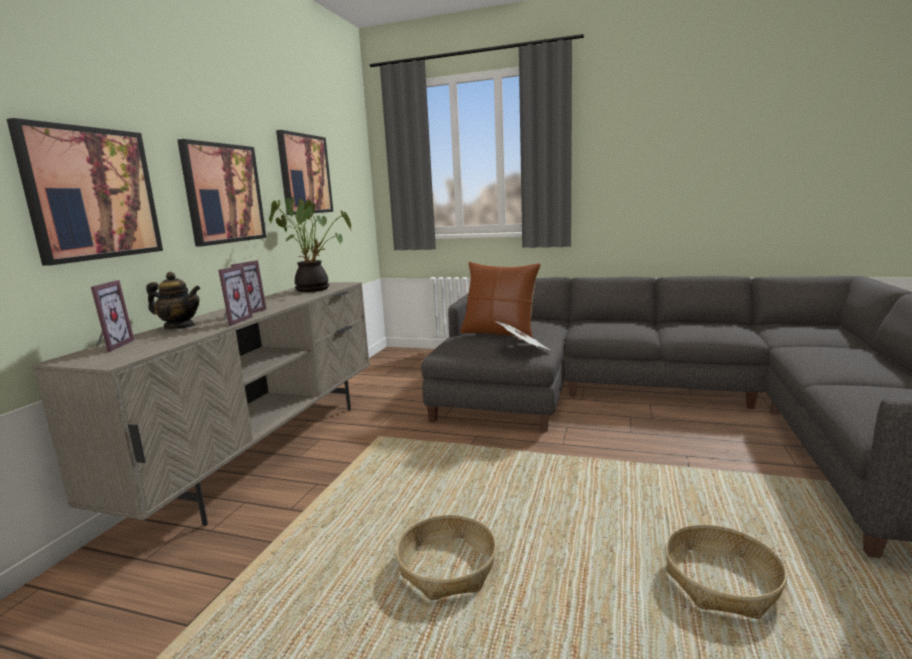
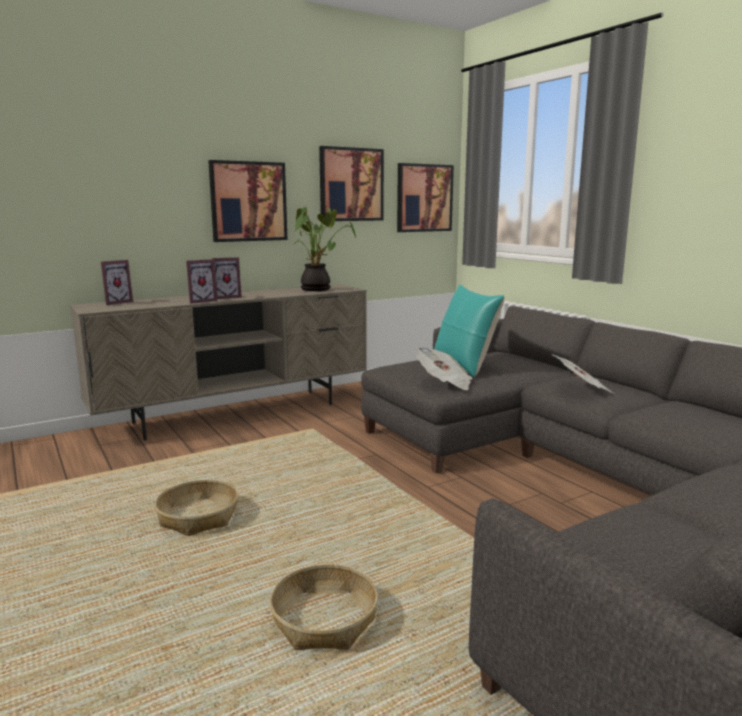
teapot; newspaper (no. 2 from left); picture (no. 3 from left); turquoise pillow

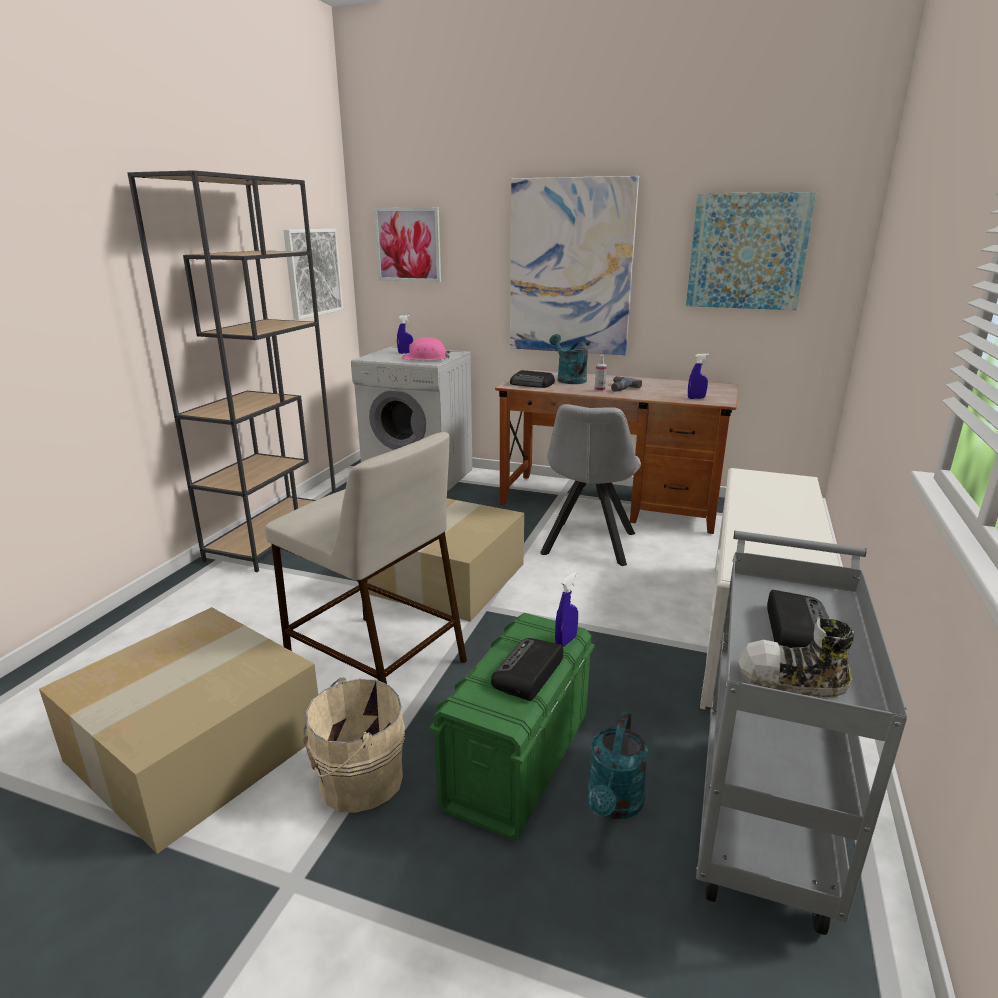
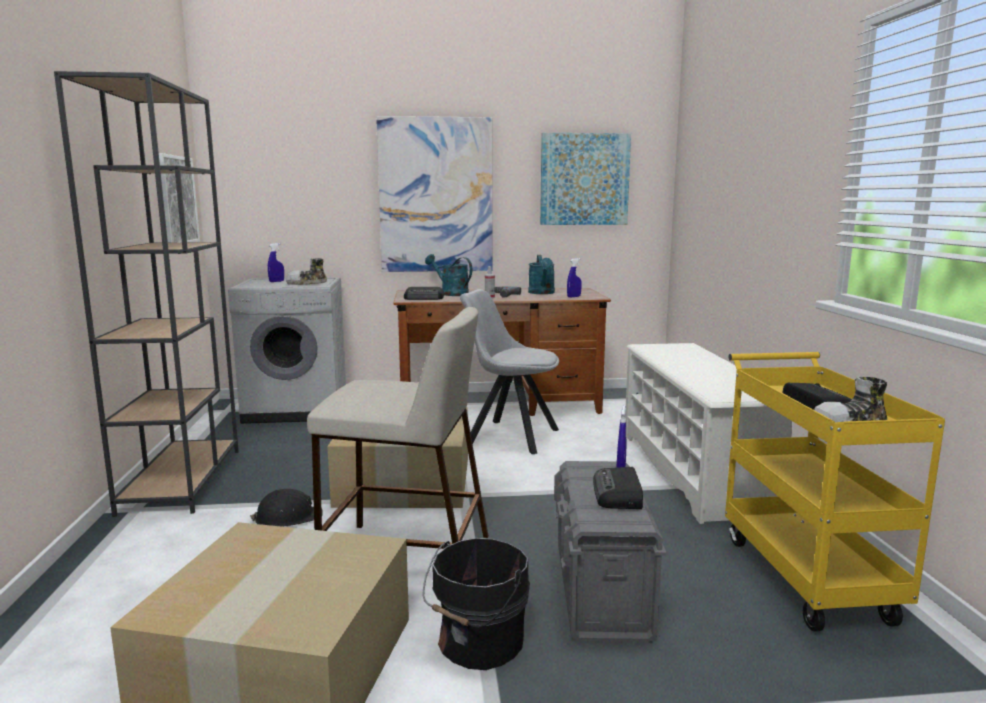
picture (no. 2 from left in the first image); black hard hat; turquoise watering can (no. 2 from left); shoe (no. 1 from left); black bucket; grey storage box; yellow cart; grey chair

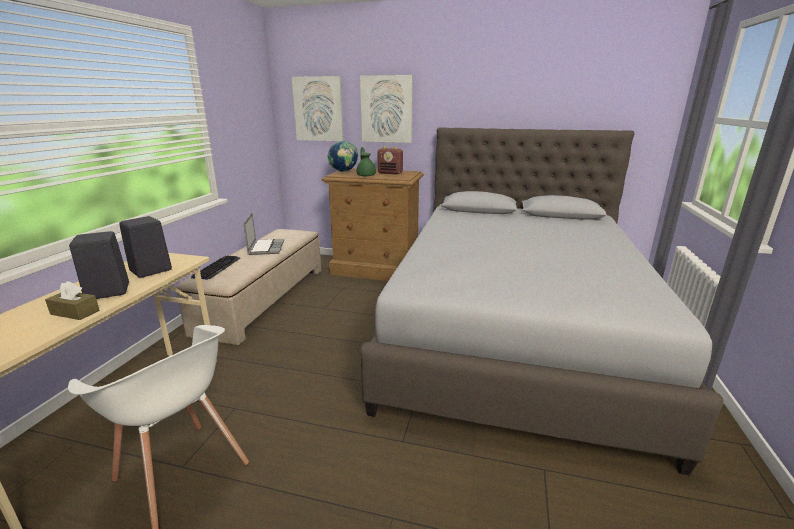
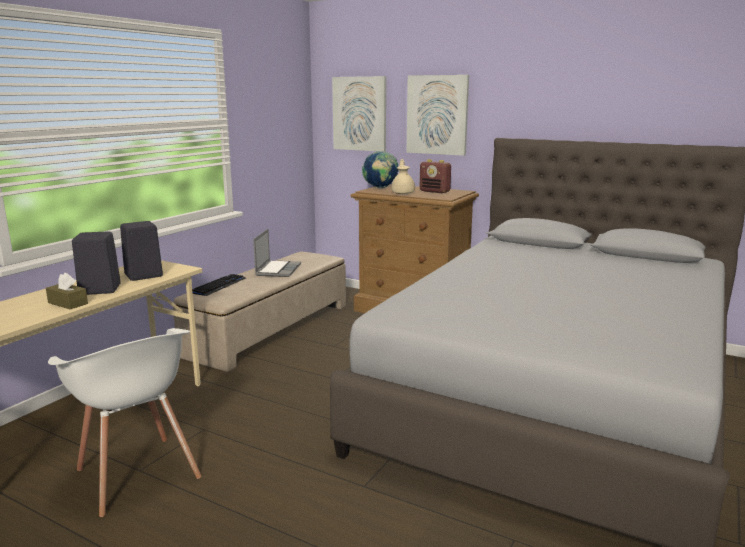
beige teapot

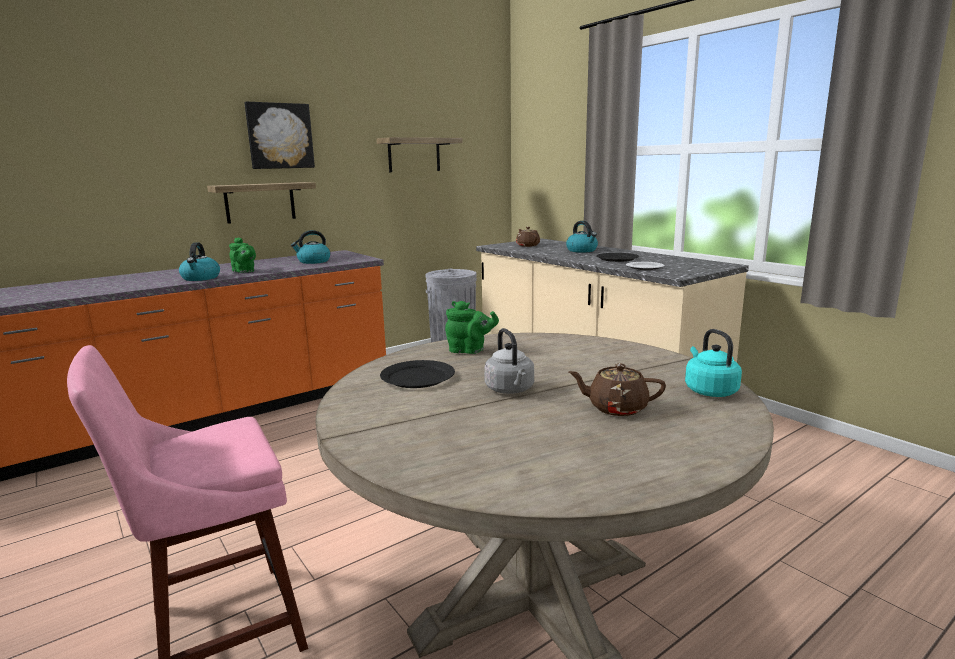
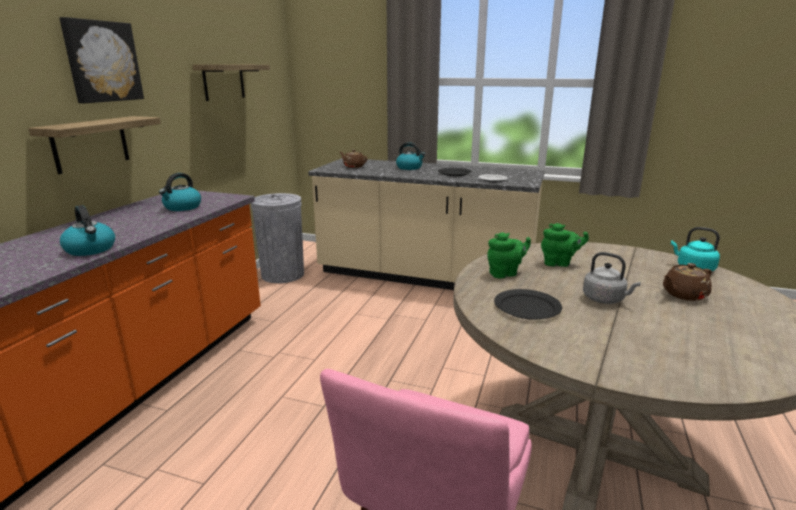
green teapot (no. 2 from left)

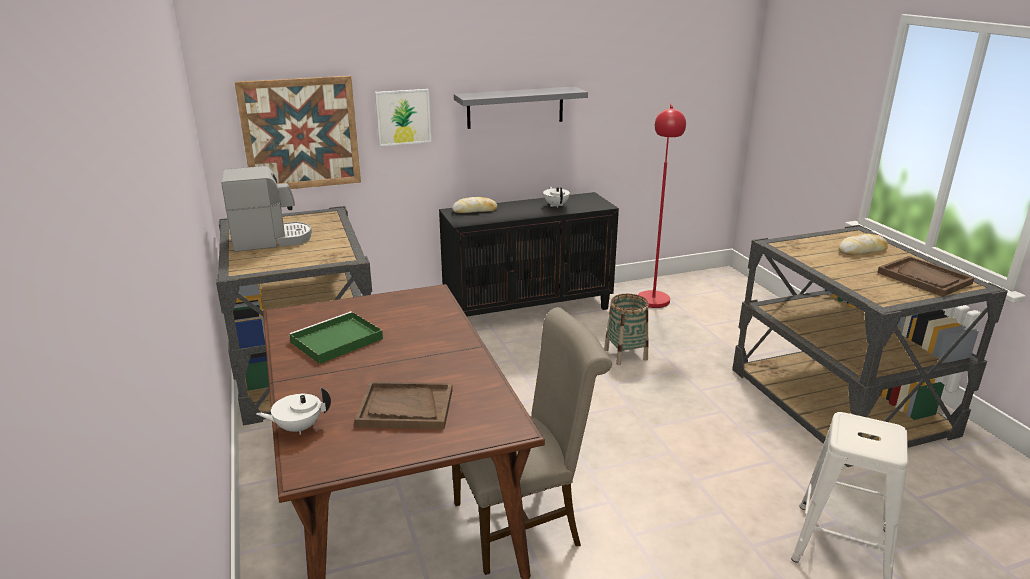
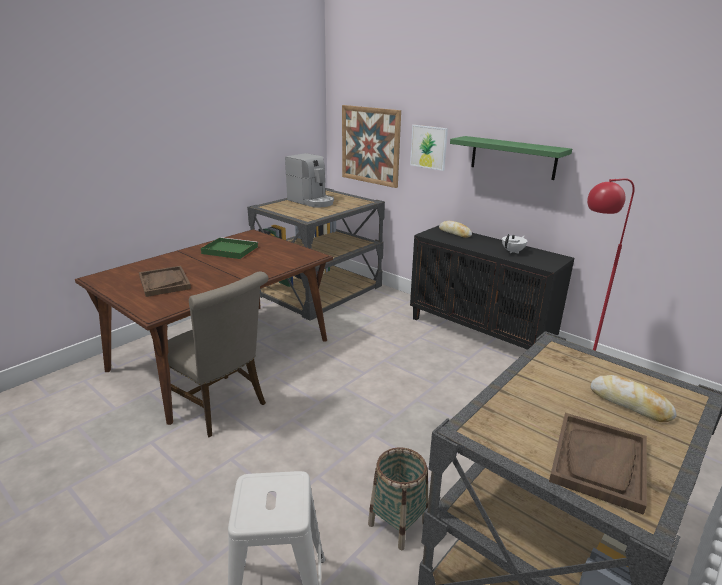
white teapot (no. 1 from left in the first image); basket; green shelf

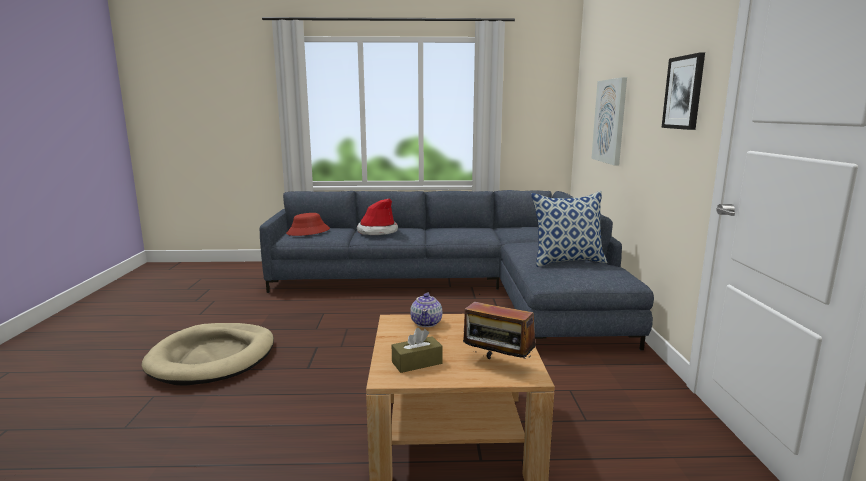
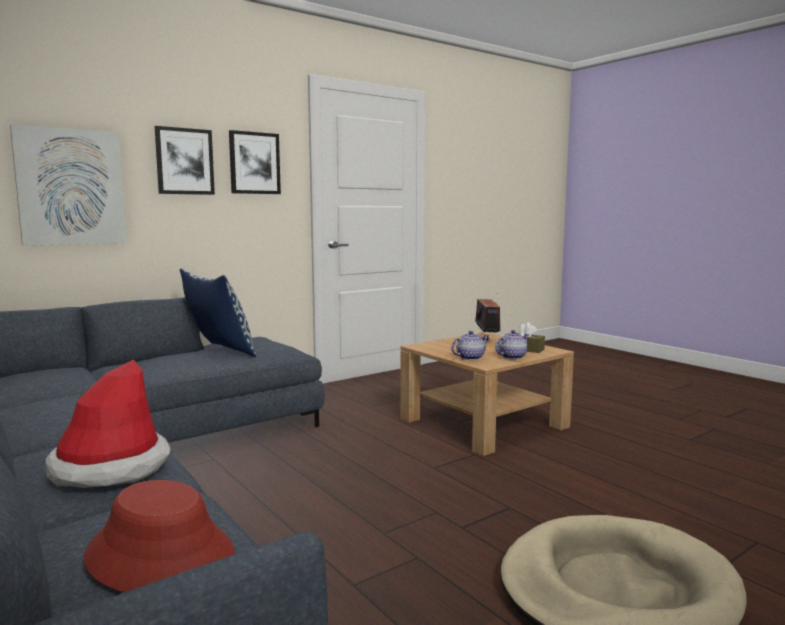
picture (no. 2 from left); teapot (no. 2 from left)

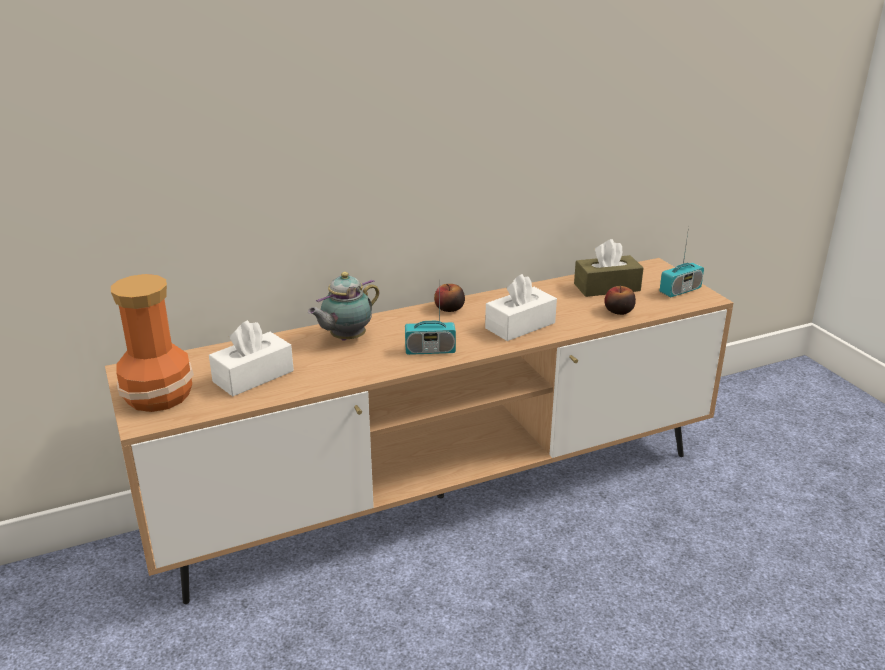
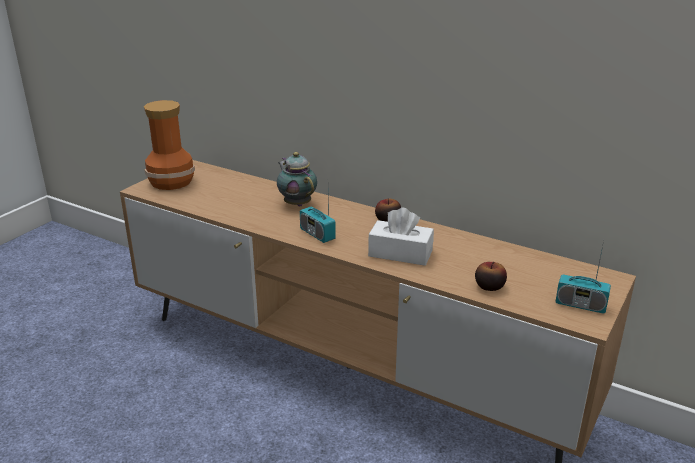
white tissue box (no. 1 from left in the first image); brown tissue box; teapot

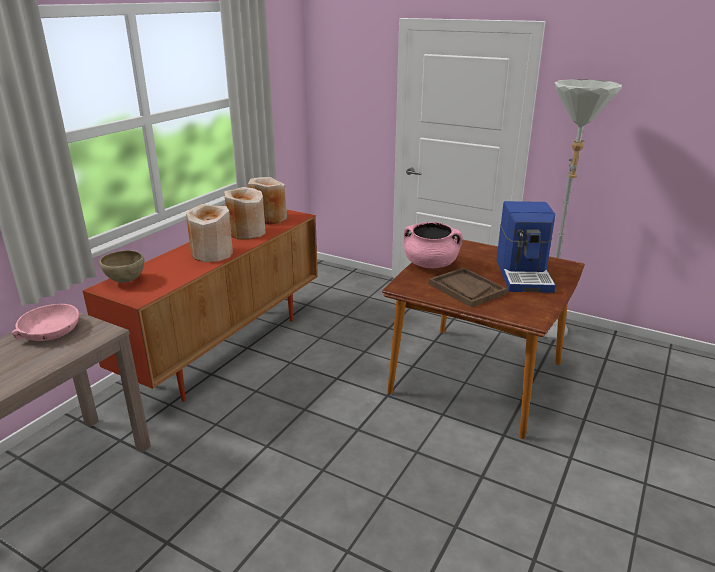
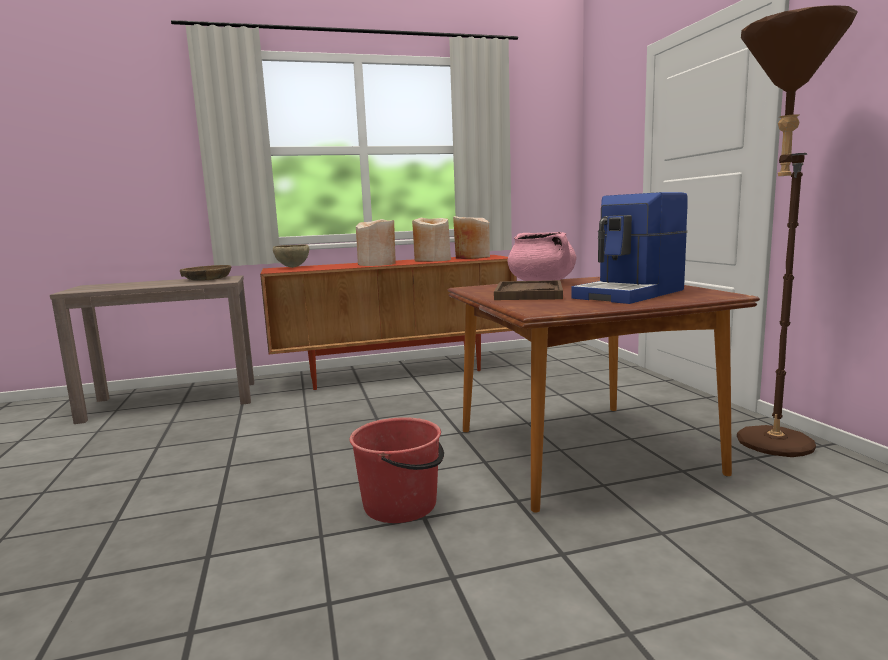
red bucket; brown bowl (no. 1 from left); brown floor lamp

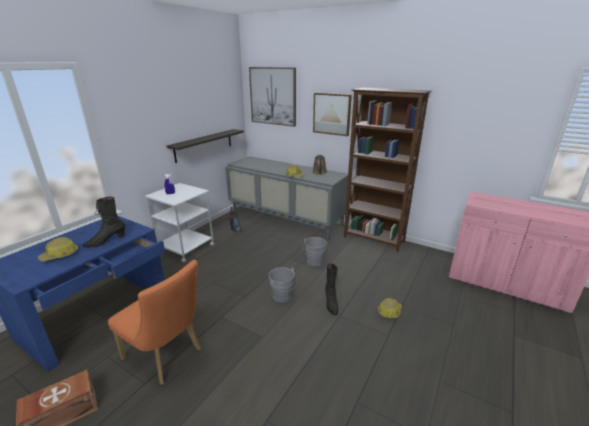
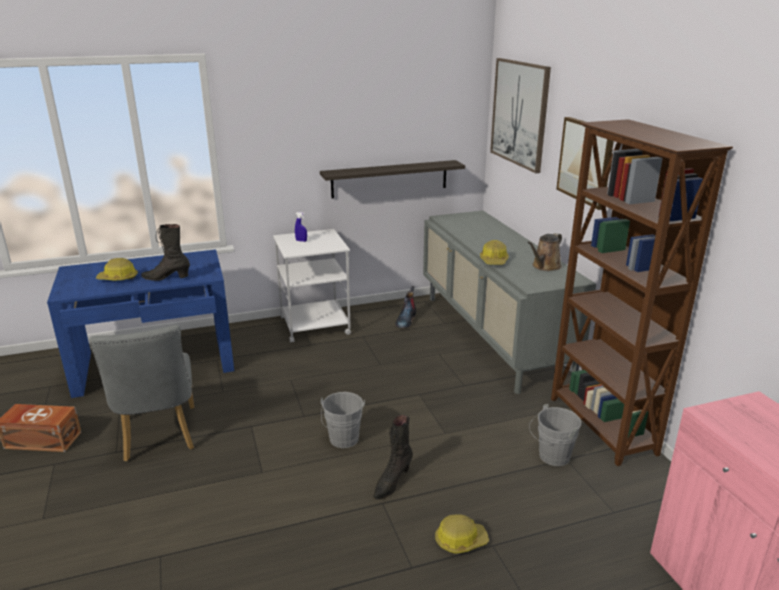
grey bucket (no. 2 from left); grey chair

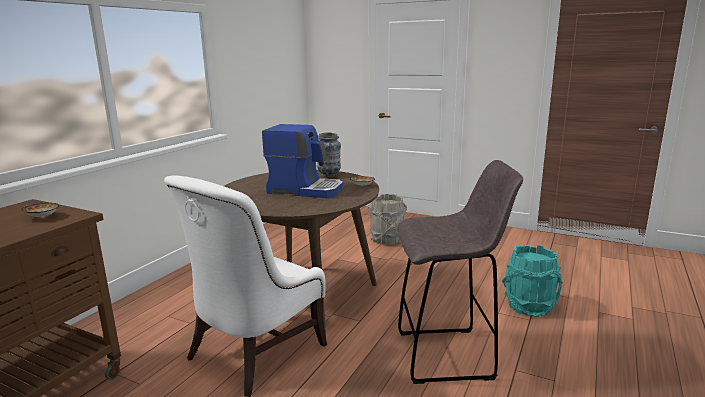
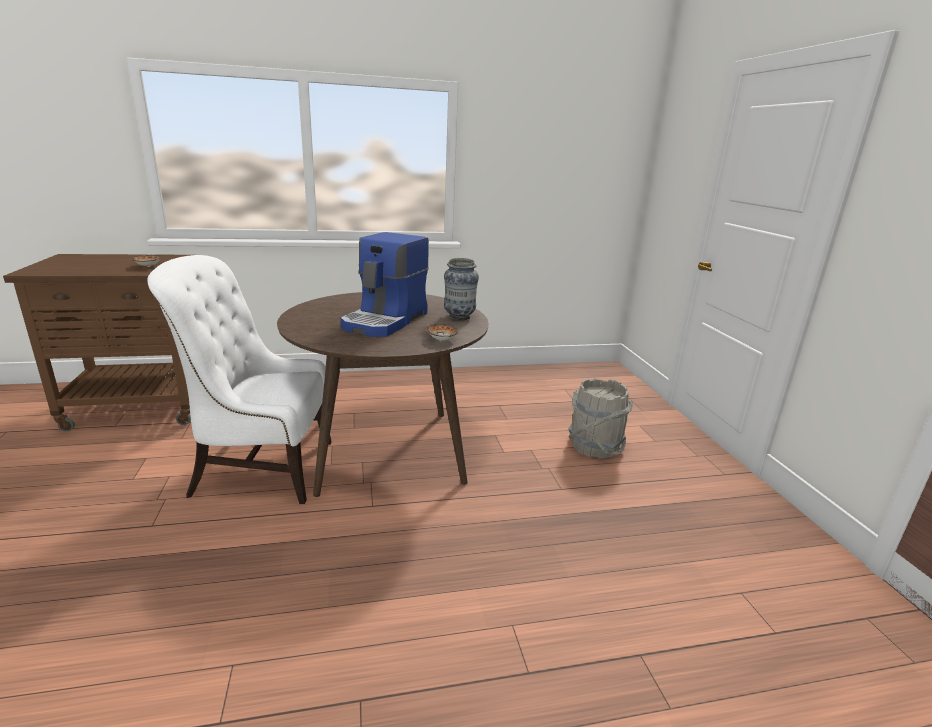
grey stool; turquoise bucket; coffee machine

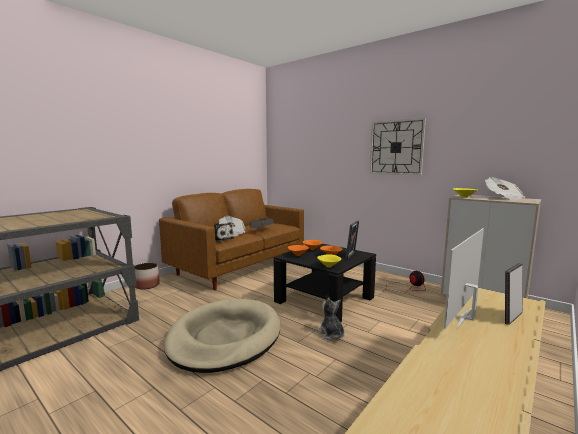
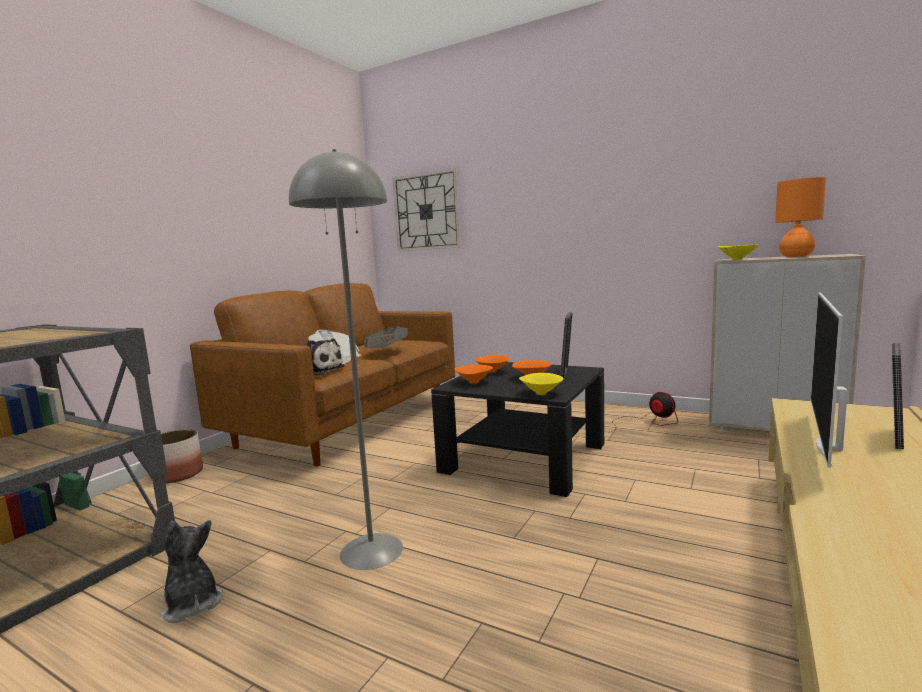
plush toy (no. 1 from left); wall clock; grey floor lamp; orange table lamp

